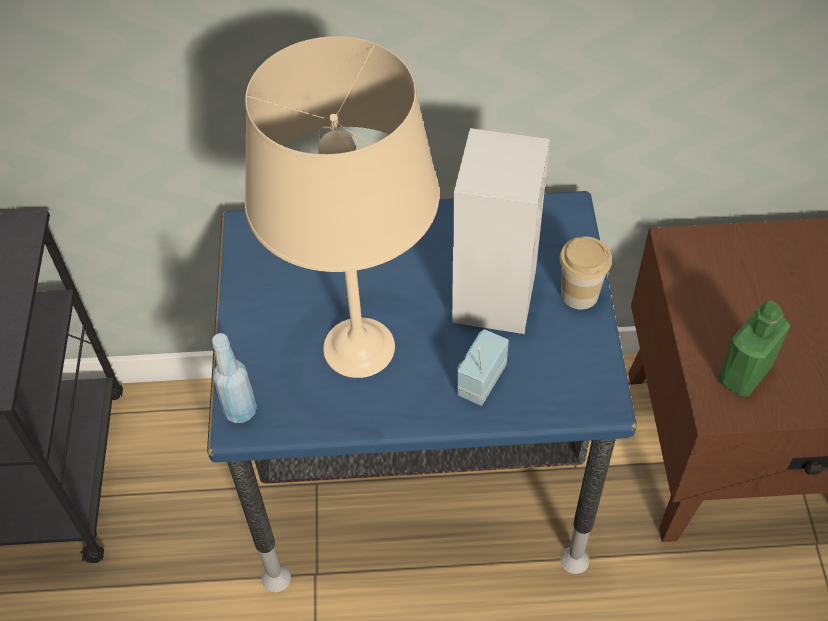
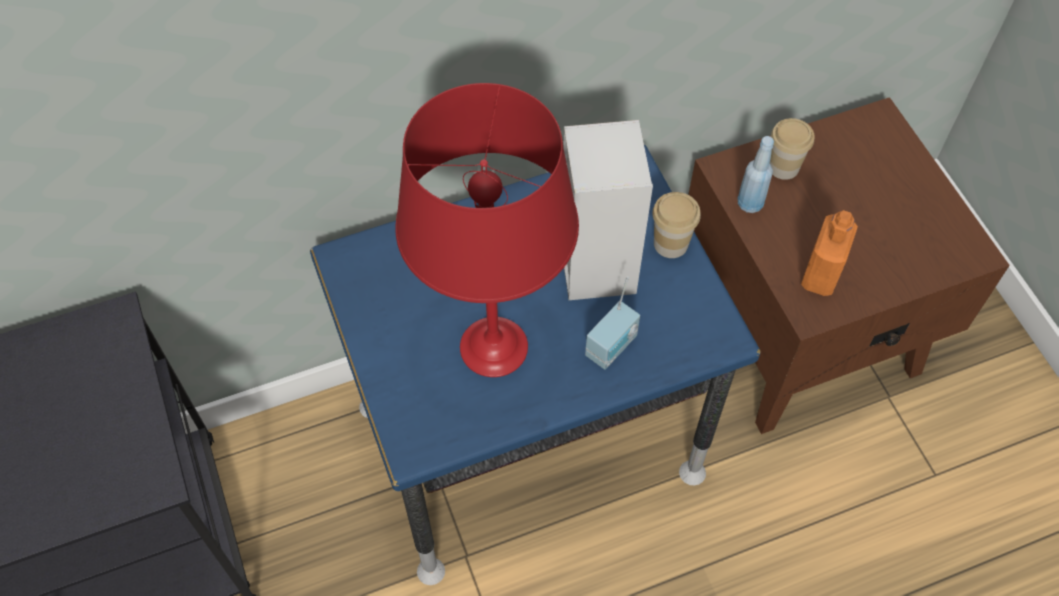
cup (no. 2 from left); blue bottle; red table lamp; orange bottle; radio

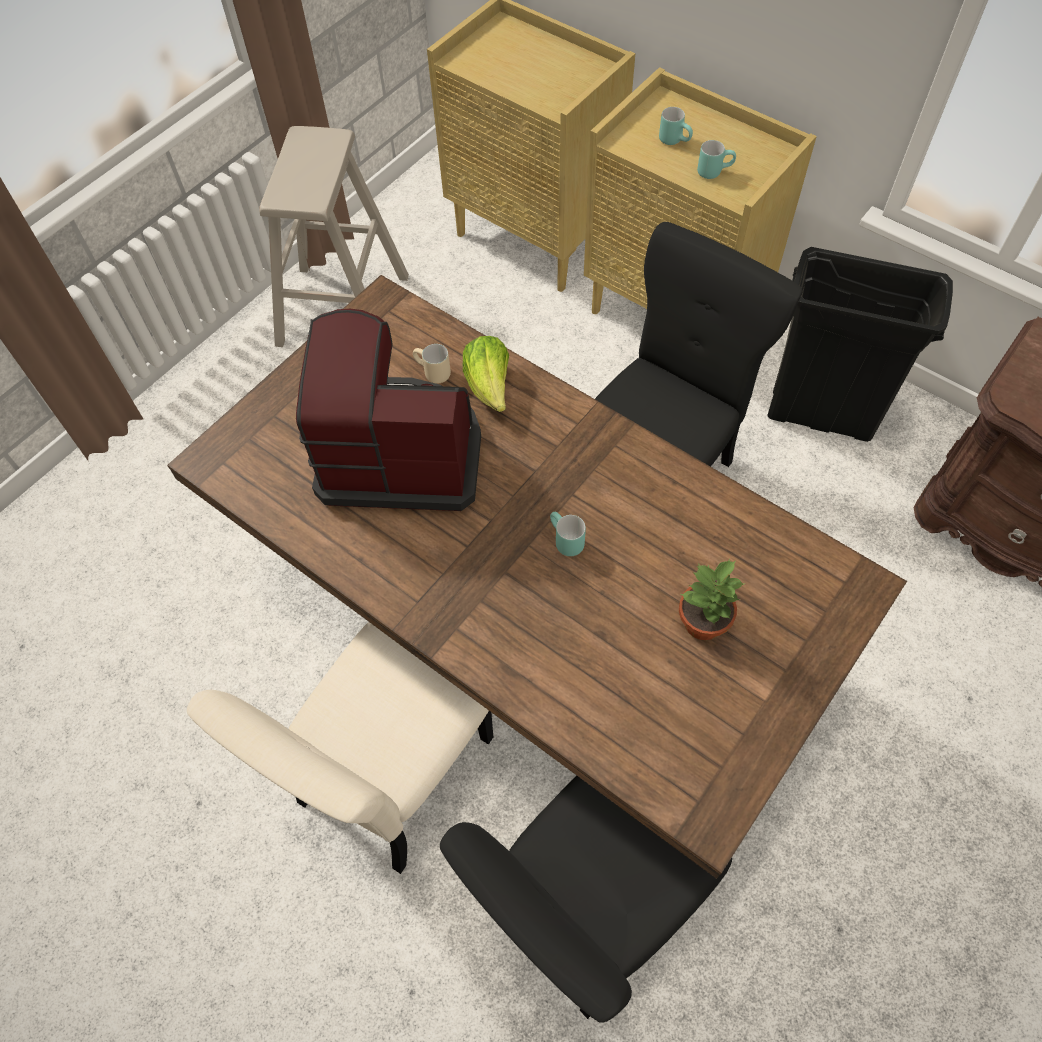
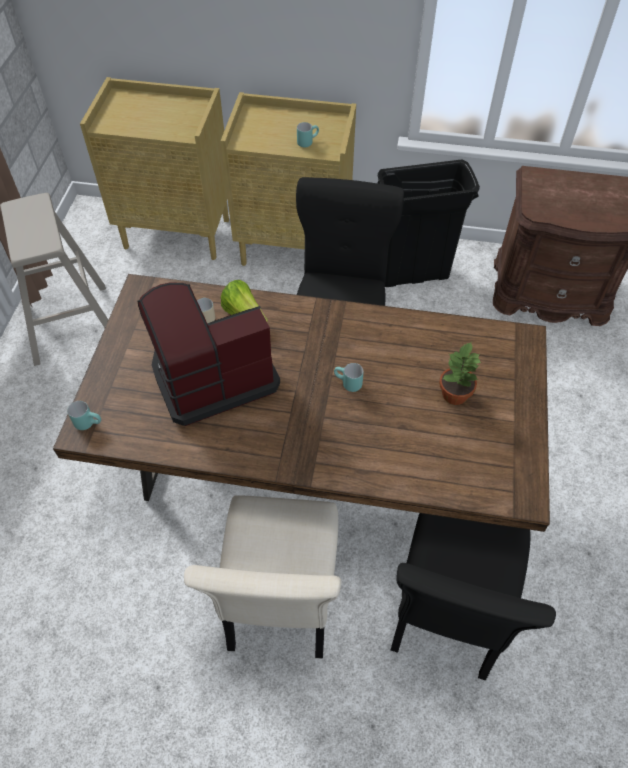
turquoise mug (no. 1 from left)

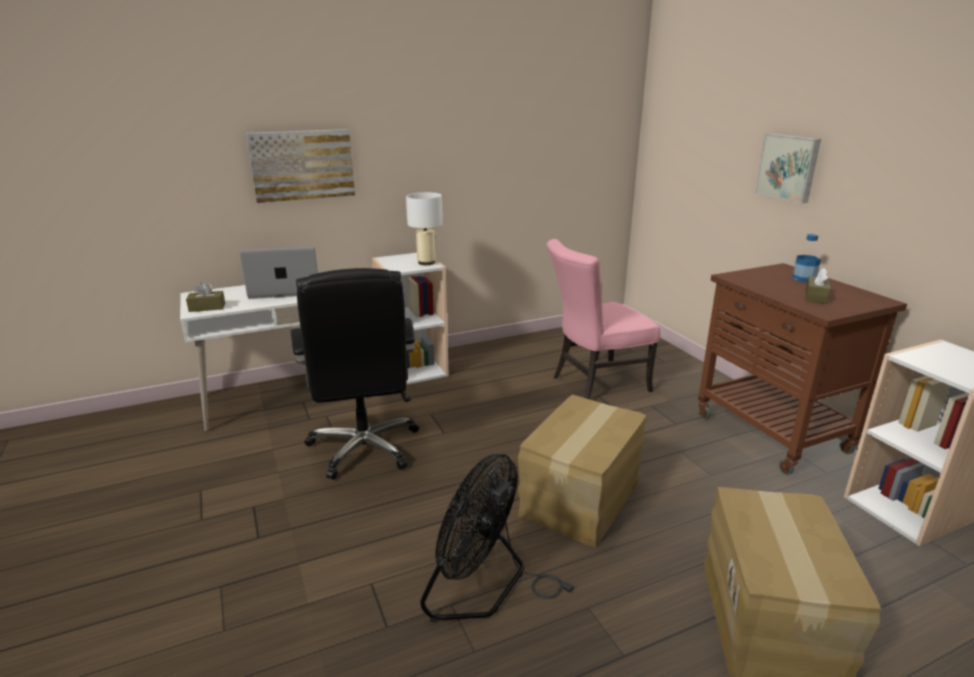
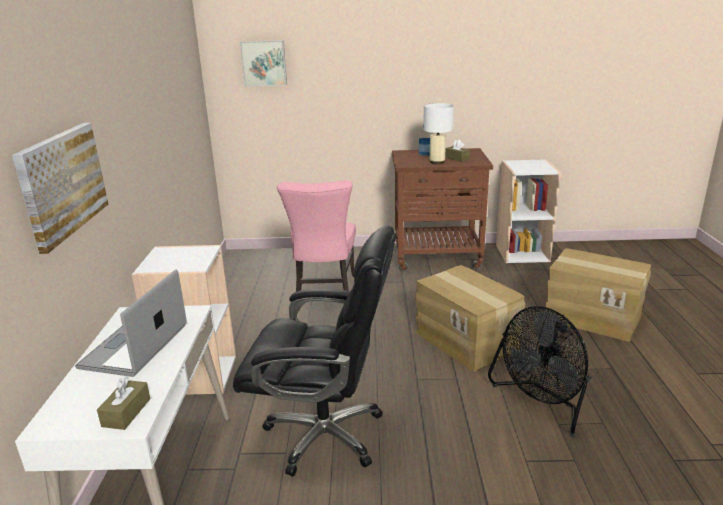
white table lamp; picture (no. 2 from left)

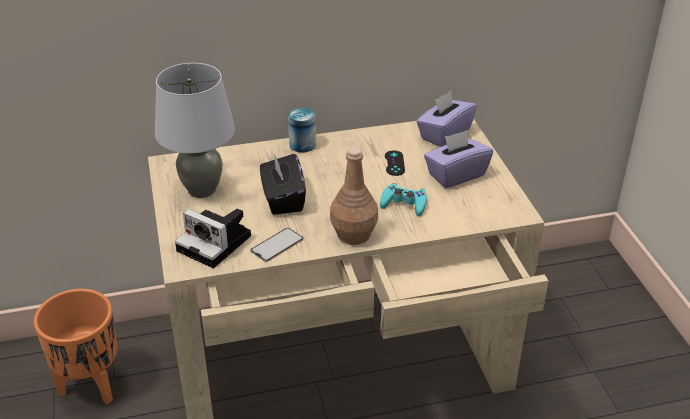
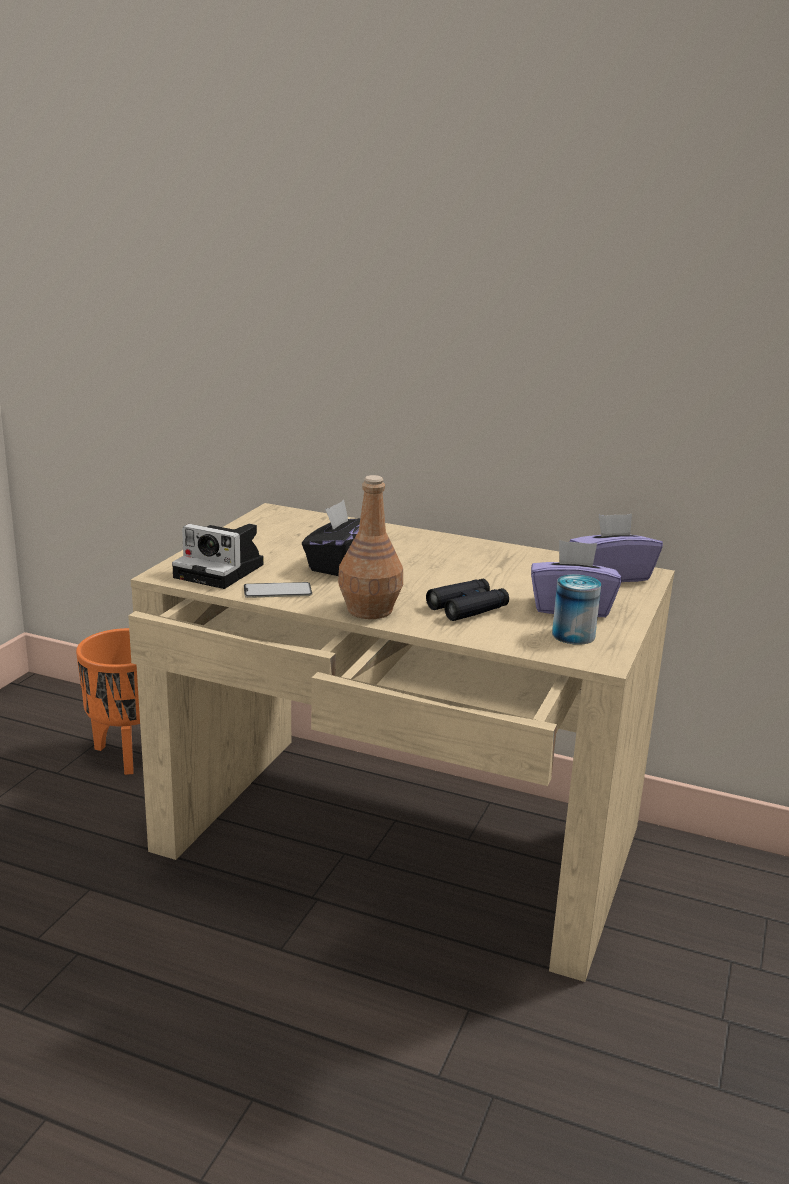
grey table lamp; black game controller; can; black binoculars; photo camera

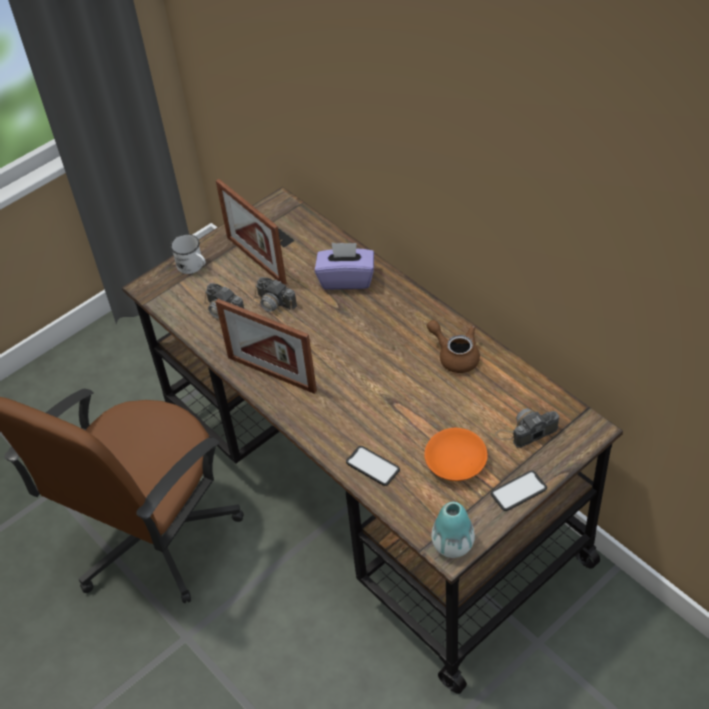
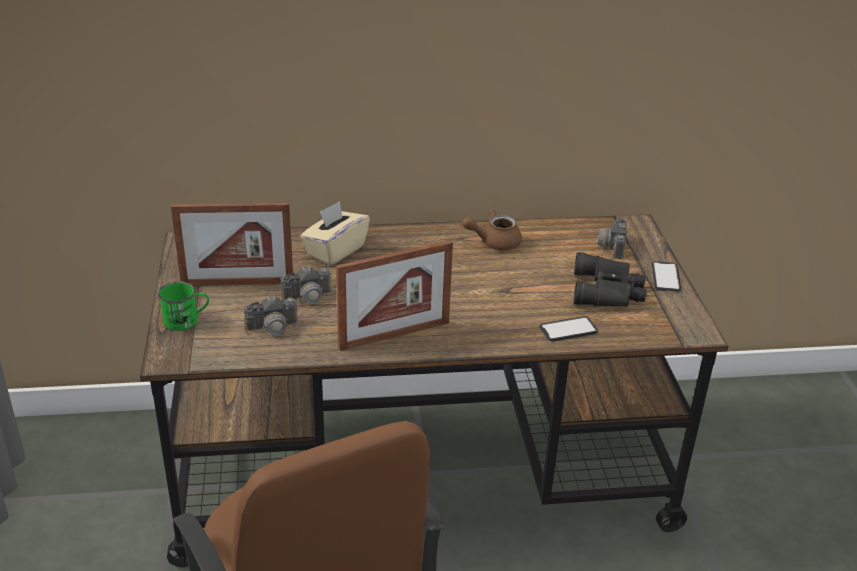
vase; black binoculars; green mug; beige tissue box

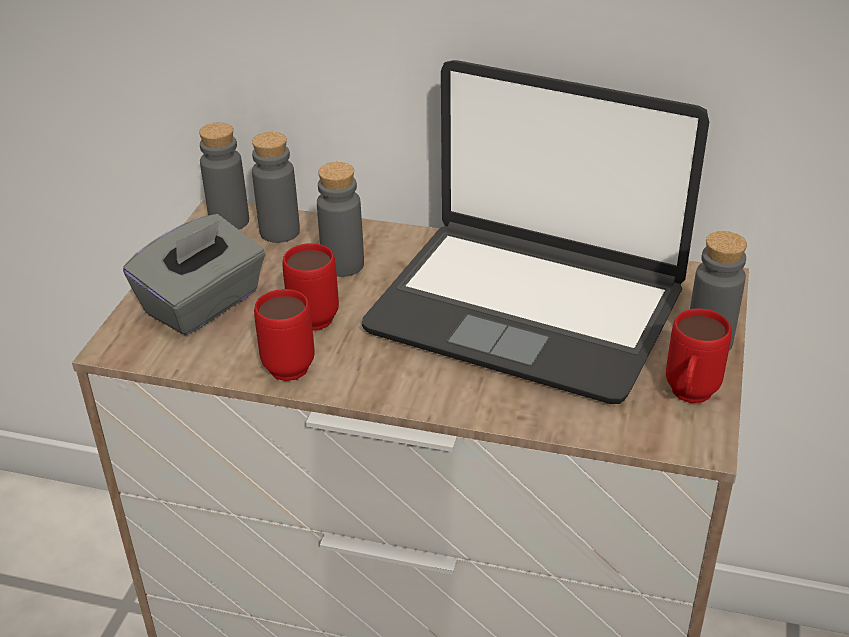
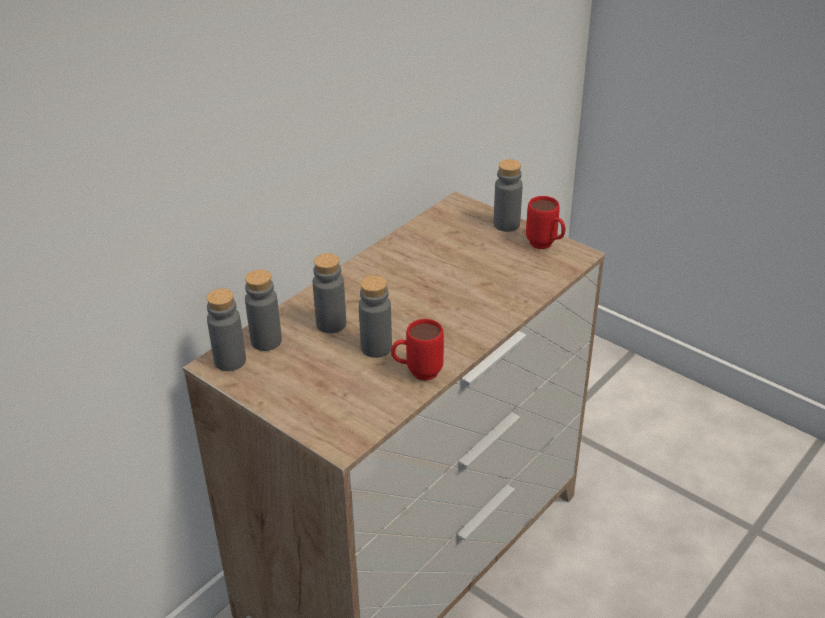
grey tissue box; laptop; grey bottle (no. 4 from left)

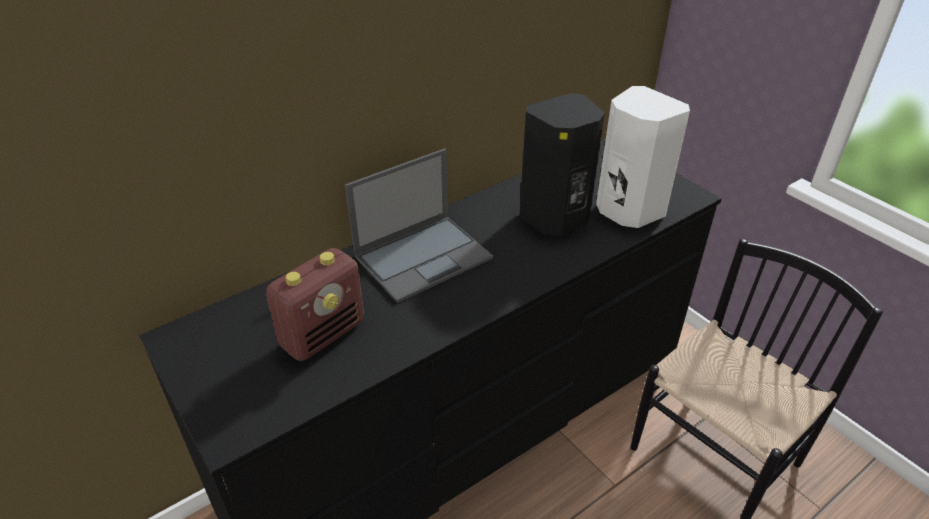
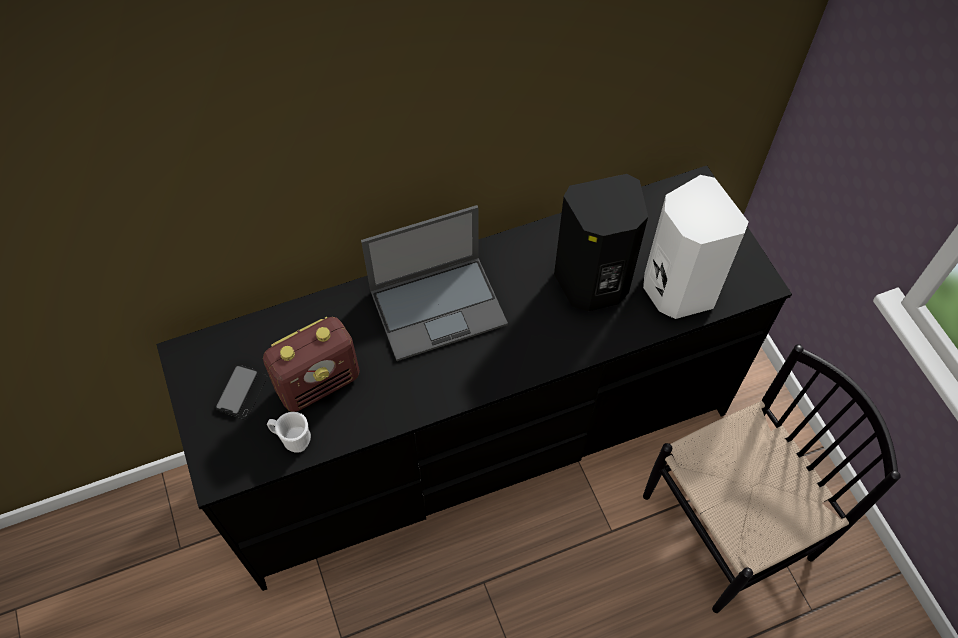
phone; white mug

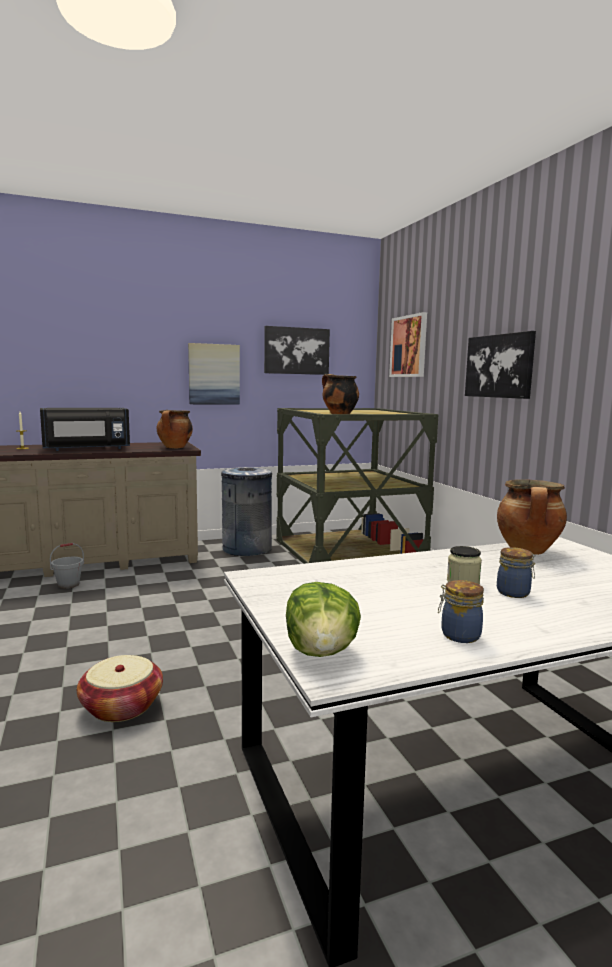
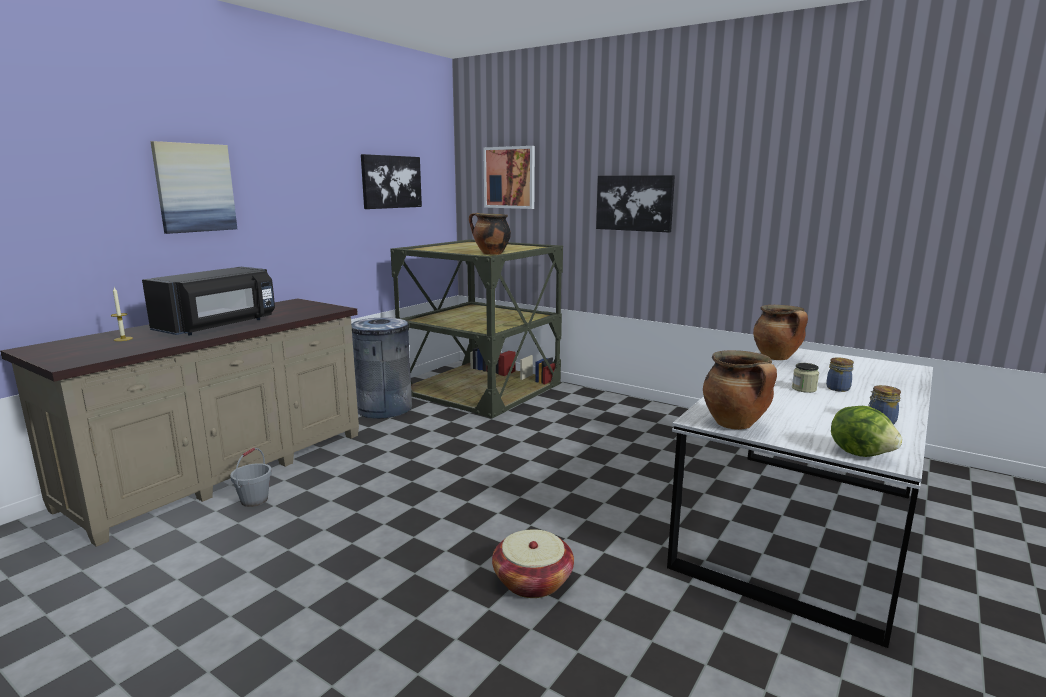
cooking pot (no. 2 from left); picture (no. 1 from left)

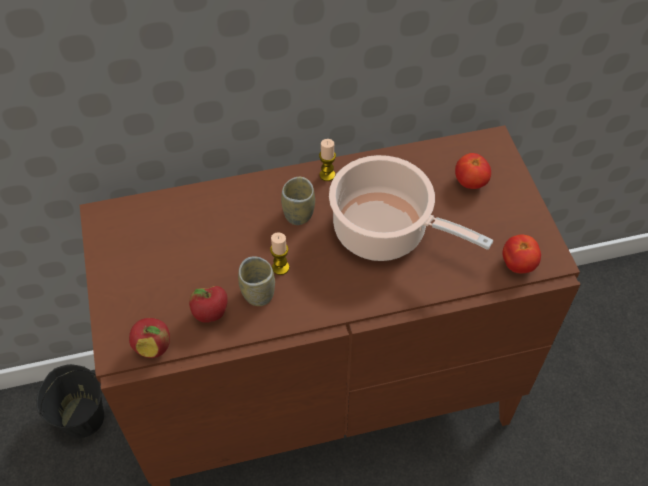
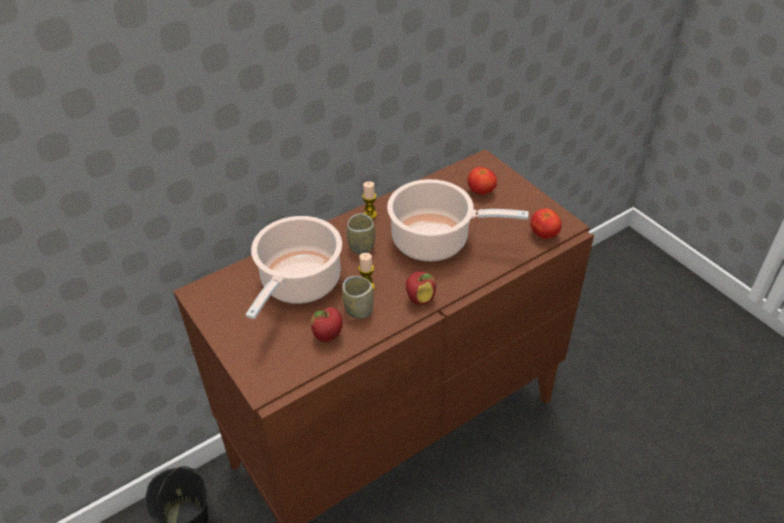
cooking pot (no. 1 from left); apple (no. 2 from left)

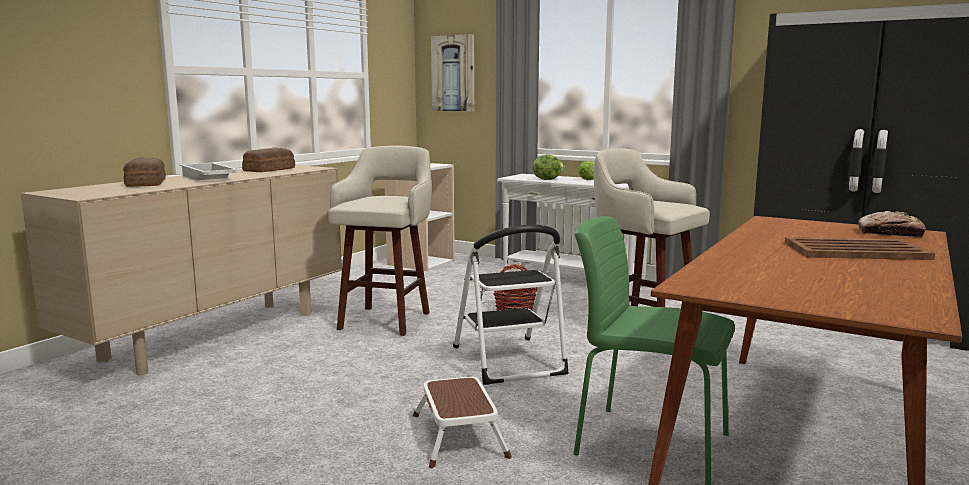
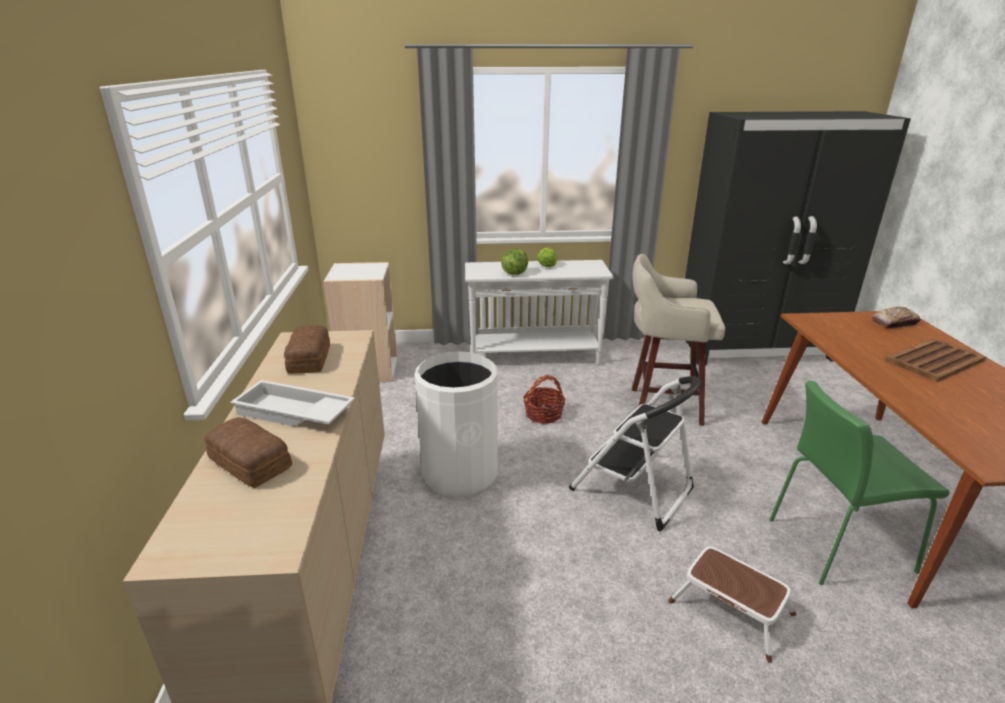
picture; white trash can

